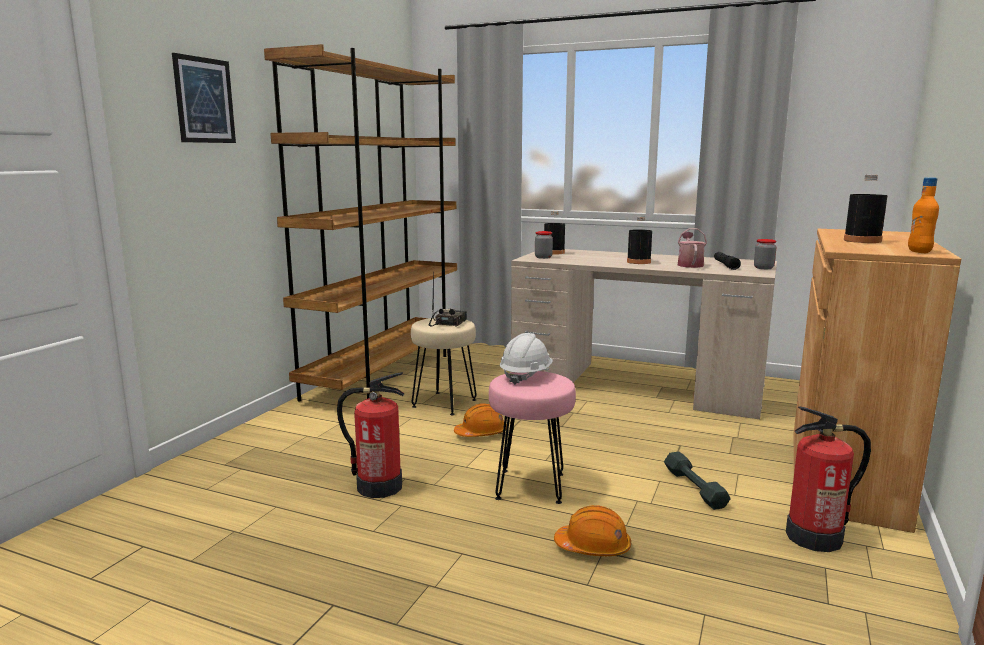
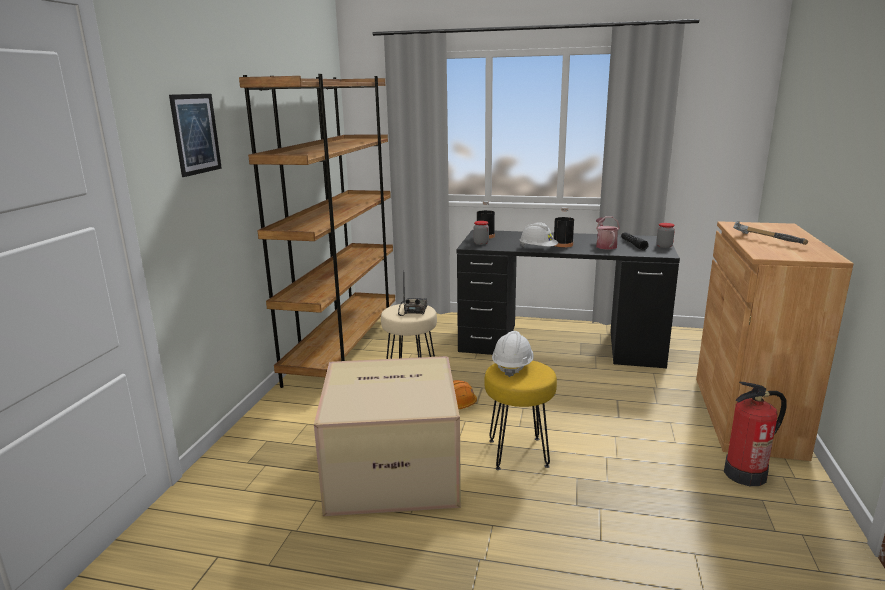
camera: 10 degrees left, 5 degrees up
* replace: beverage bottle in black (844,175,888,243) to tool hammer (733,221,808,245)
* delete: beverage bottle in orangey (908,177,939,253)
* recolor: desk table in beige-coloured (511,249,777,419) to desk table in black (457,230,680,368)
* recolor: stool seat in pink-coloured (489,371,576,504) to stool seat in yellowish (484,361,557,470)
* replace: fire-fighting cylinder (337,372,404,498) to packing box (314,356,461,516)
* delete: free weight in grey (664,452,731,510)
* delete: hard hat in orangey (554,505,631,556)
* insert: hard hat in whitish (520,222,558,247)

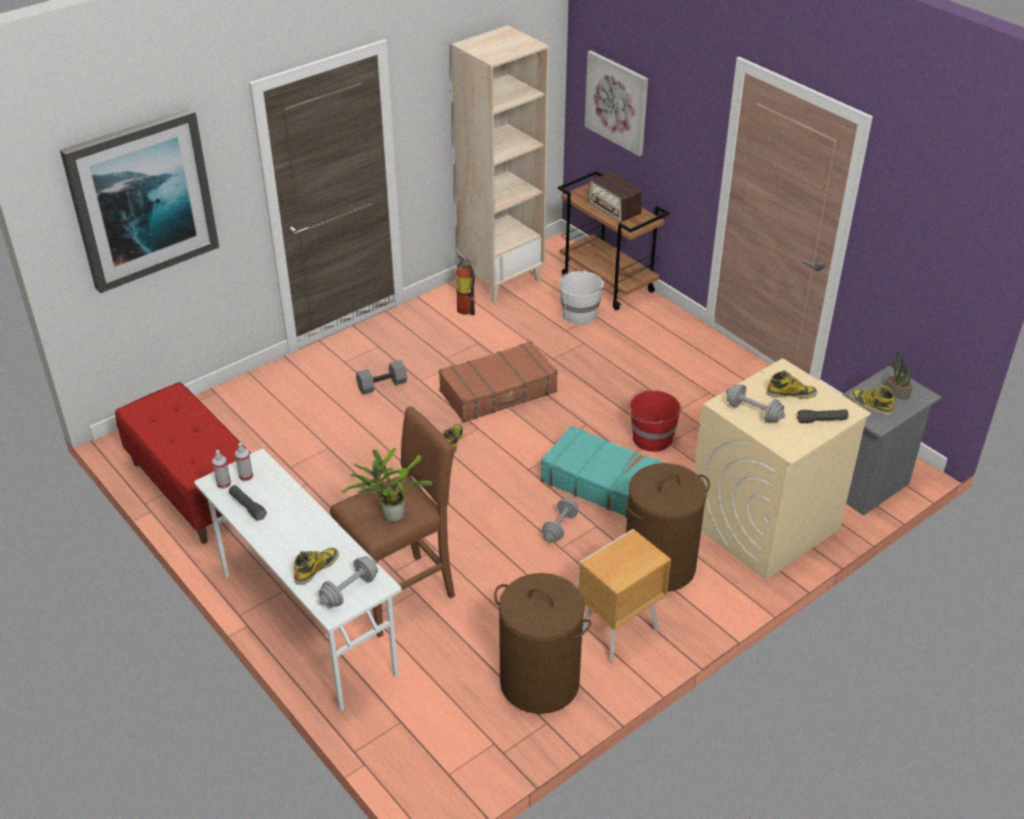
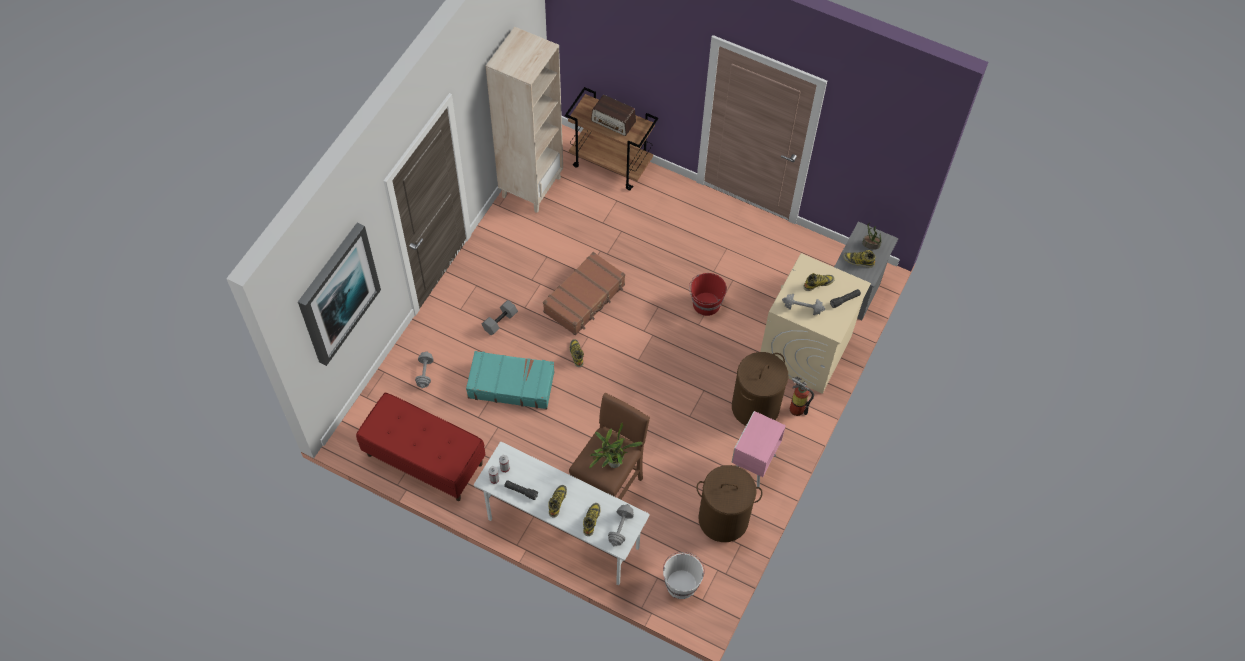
camera: 25 degrees left, 20 degrees up
* delete: wall picture (585,50,648,156)
* move: fire-fighting cylinder (454,248,475,315) to (789,377,814,416)
* move: water bucket in whitish (559,271,605,325) to (663,552,705,599)
* move: suitcase in blue-green (541,426,664,518) to (466,351,555,409)
* move: free weight in grey (542,497,578,543) to (415,351,434,388)
* recolor: bedside table in brown-coloured (578,529,671,662) to bedside table in pink-coloured (732,411,786,489)
* insert: boot (548,485,567,518)

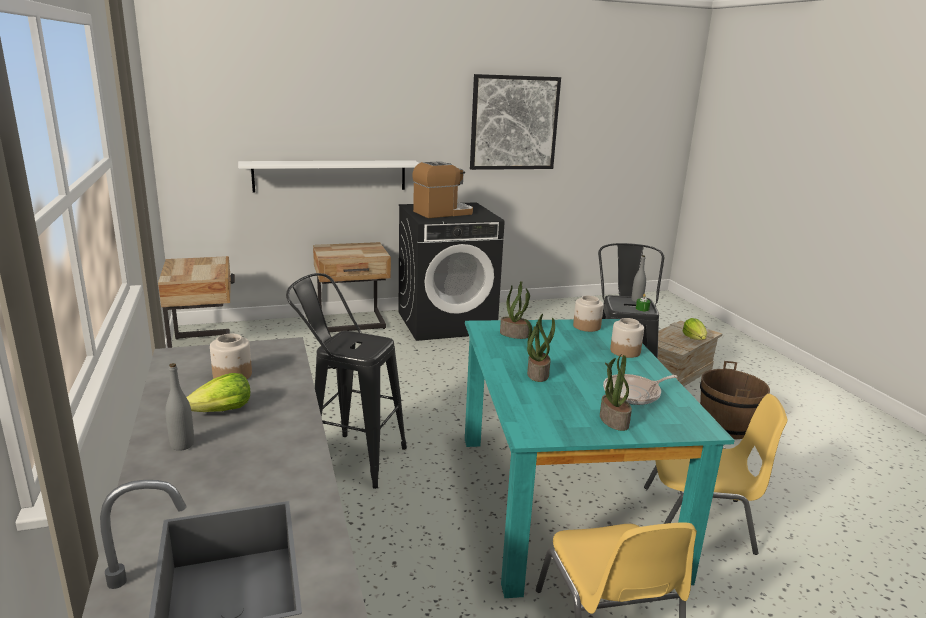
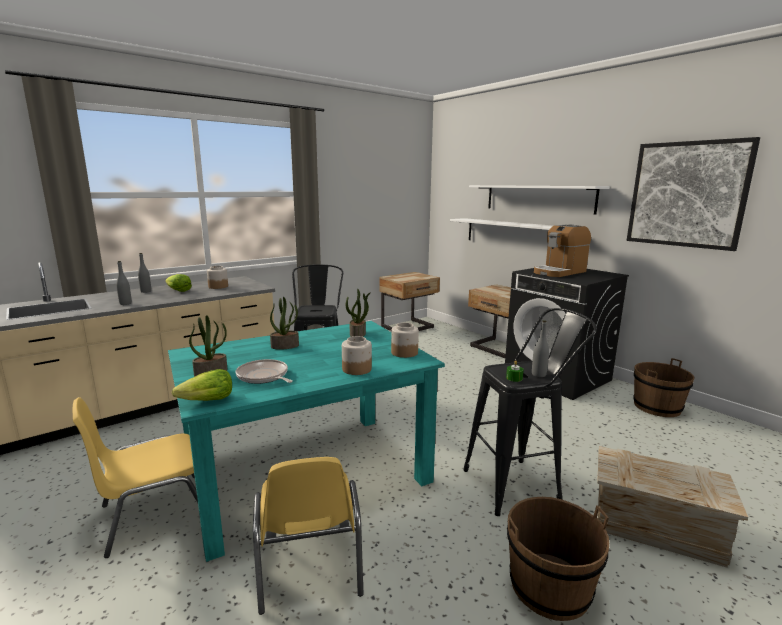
camera: 70 degrees right, 5 degrees down
* rotate: coffee brewer (412,161,473,218) = (534,224,591,277) 105 degrees clockwise
* move: head of lettuce (683,318,707,340) to (172,369,232,401)
* insert: wall shelf in whitish (469,185,610,215)
* insert: beverage bottle in grey (116,261,132,305)
* insert: water bucket in brown-coloured (633,358,695,417)

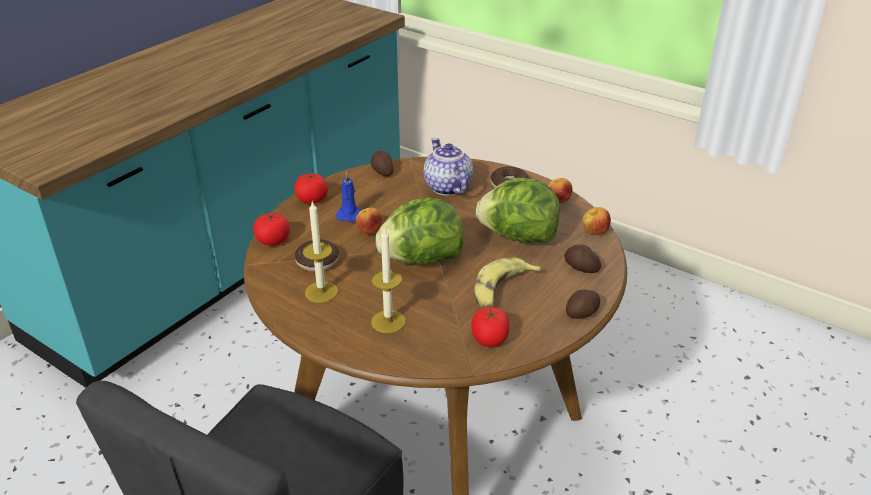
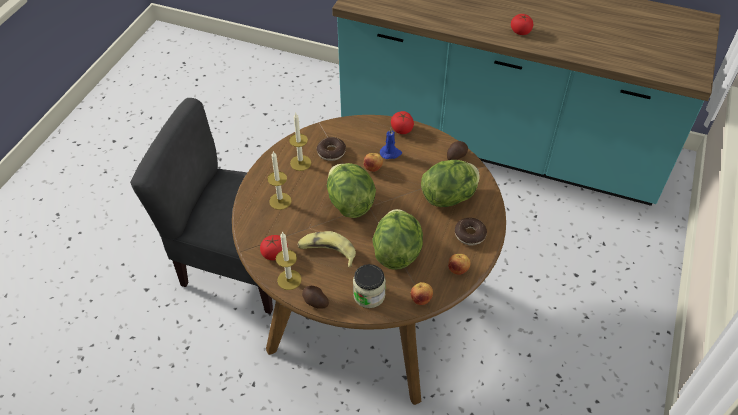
camera: 75 degrees right, 15 degrees up
* replace: teapot (423,138,473,196) to head of lettuce (421,160,480,207)
* move: whole tomato (253,213,290,246) to (511,14,533,35)
* replace: spud (564,245,601,273) to preserve jar (353,264,386,308)
* insert: candle (276,231,302,290)

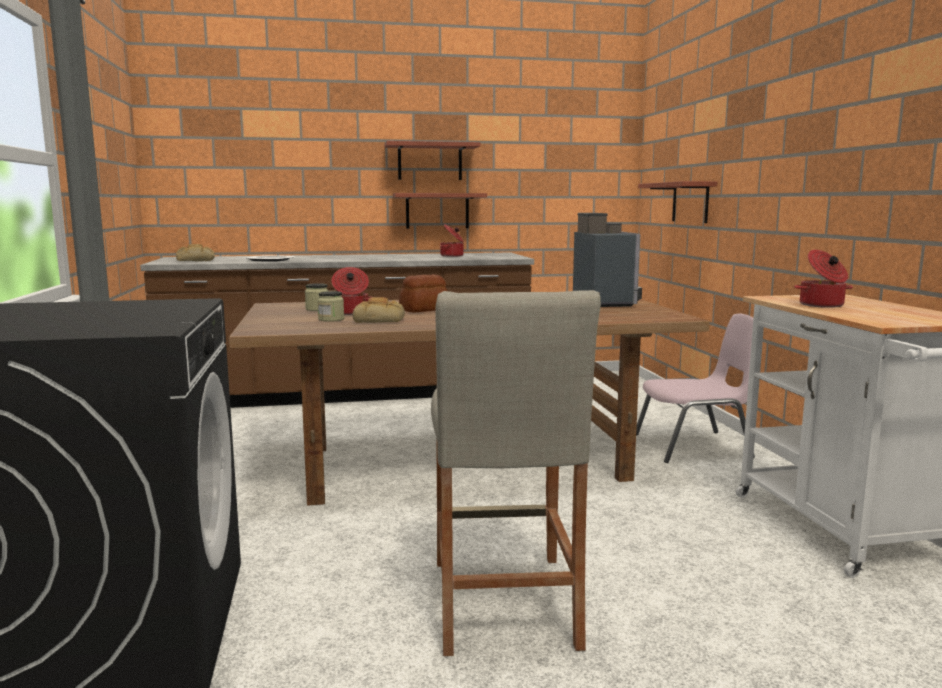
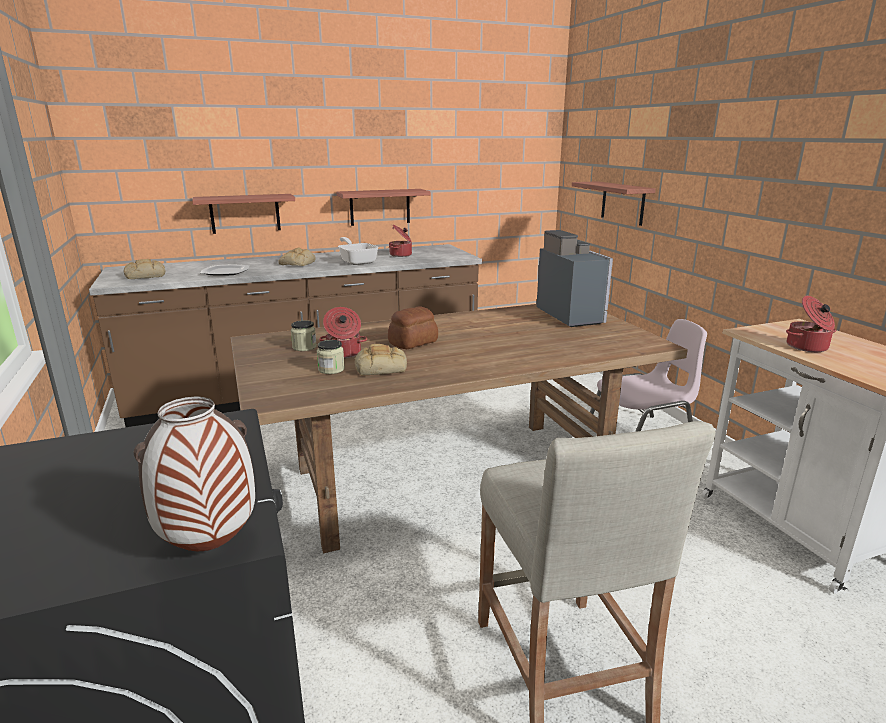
camera: 10 degrees left, 10 degrees up
* move: wall shelf (384,141,480,180) to (192,194,295,234)
* insert: skillet (338,237,379,265)
* insert: baked bread (279,247,316,266)
* insert: flower vase (133,397,255,551)

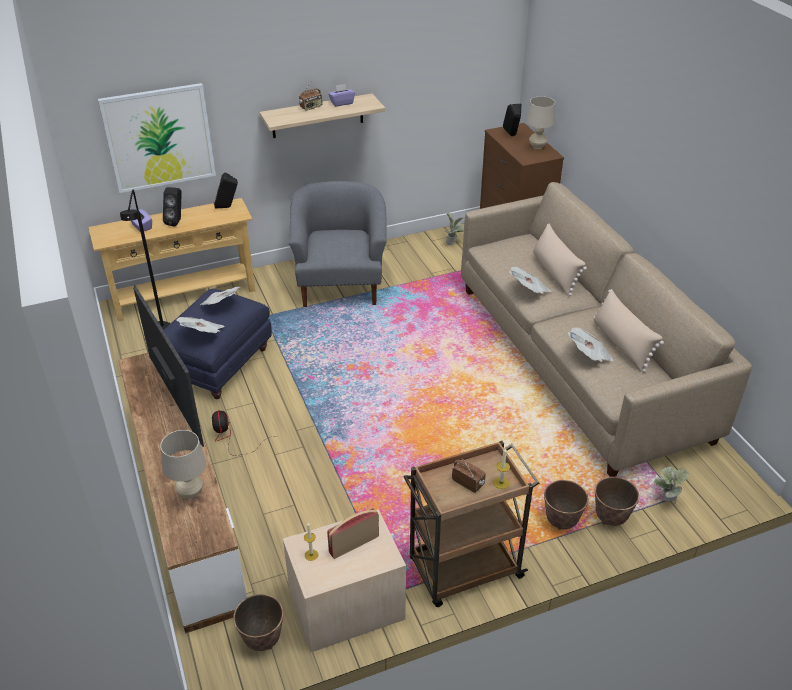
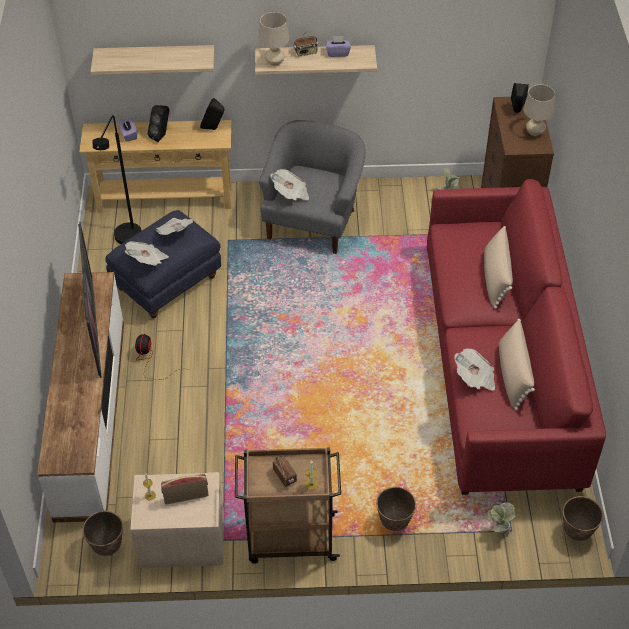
camera: 20 degrees right, 10 degrees up
* replace: wall picture (98,83,216,193) to wall shelf (90,45,214,75)
* recolor: settee in beige-coloured (461,182,752,477) to settee in reddish (427,179,606,495)
* move: daily paper (509,267,552,294) to (270,169,309,201)
* move: table lamp in beige-coloured (160,430,206,498) to (259,12,289,66)
* move: planter (595,477,639,526) to (563,496,603,541)

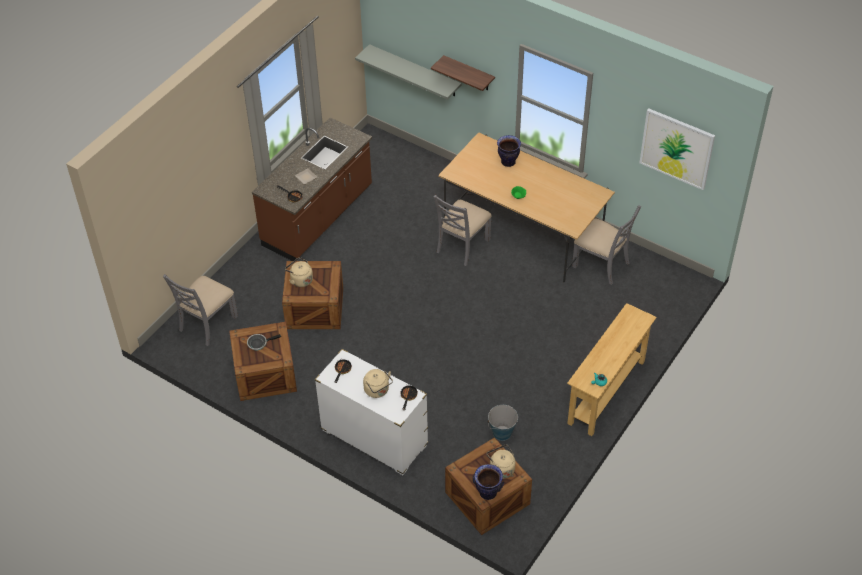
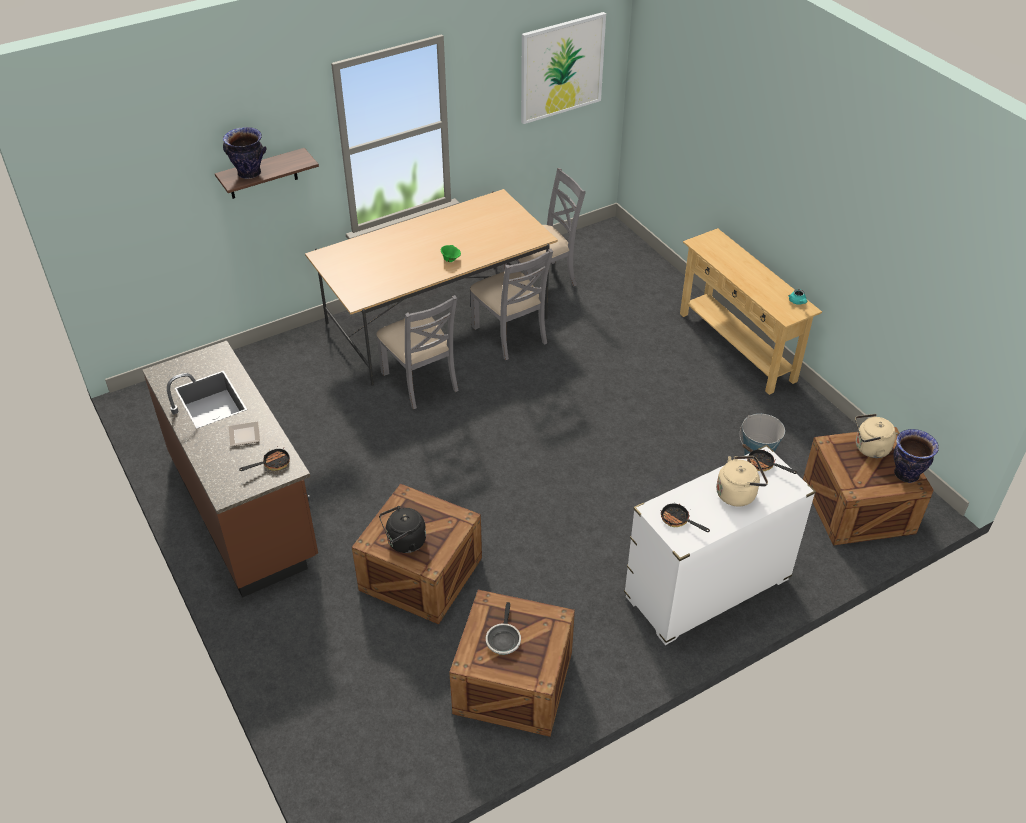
camera: 65 degrees left, 5 degrees down
* delete: wall shelf in grey (355,44,461,100)
* move: flower vase (497,135,521,167) to (223,127,266,179)
* recolor: tea kettle in beige-coloured (285,257,313,287) to tea kettle in black (379,506,426,553)
* move: plain chair in grey (163,274,238,346) to (470,249,553,360)

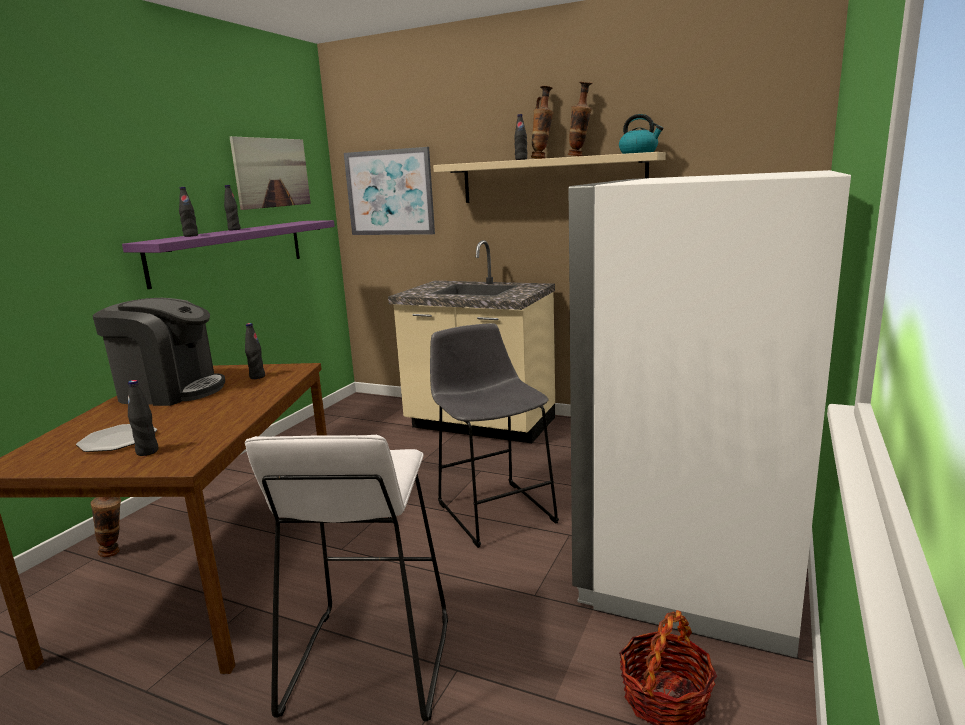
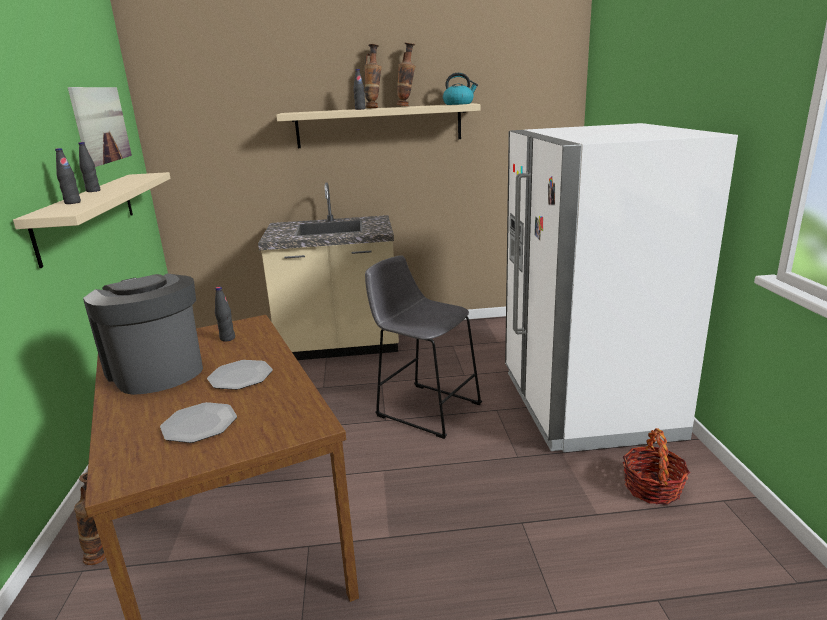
camera: 30 degrees left, 5 degrees up
* delete: wall picture (344,147,435,235)
* recolor: wall shelf in purple-coloured (122,220,335,289) to wall shelf in beige-coloured (13,172,171,268)
* rotate: coffee brewer (93,298,225,406) = (83,273,203,395) 105 degrees counterclockwise
* delete: beverage bottle in black (128,380,158,456)
* delete: stool seat in whitish (245,435,448,722)
* insert: dinner plate (207,360,273,390)

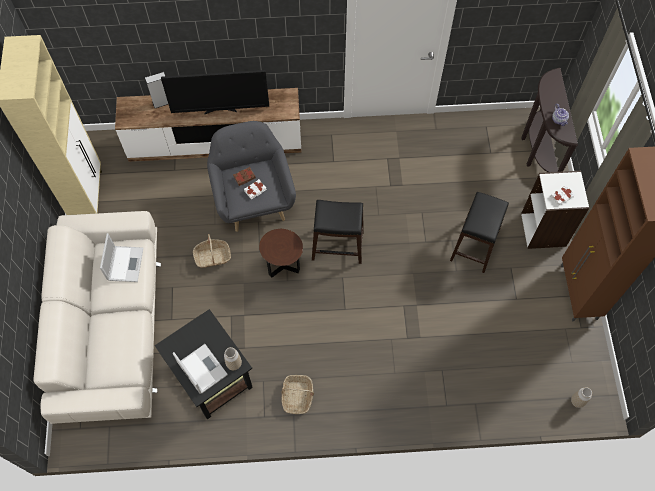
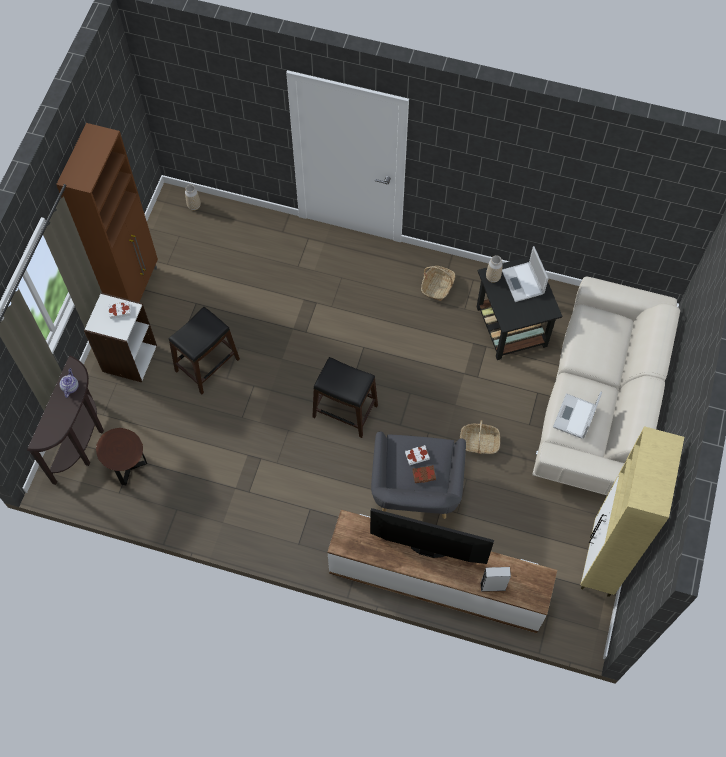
camera: 160 degrees left, 0 degrees up
* move: end table in brown-coloured (259,229,303,278) to (96,428,147,485)

